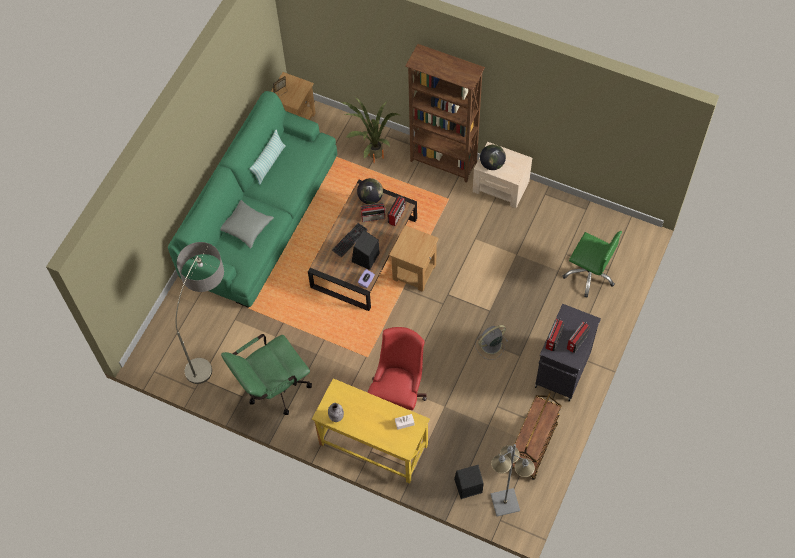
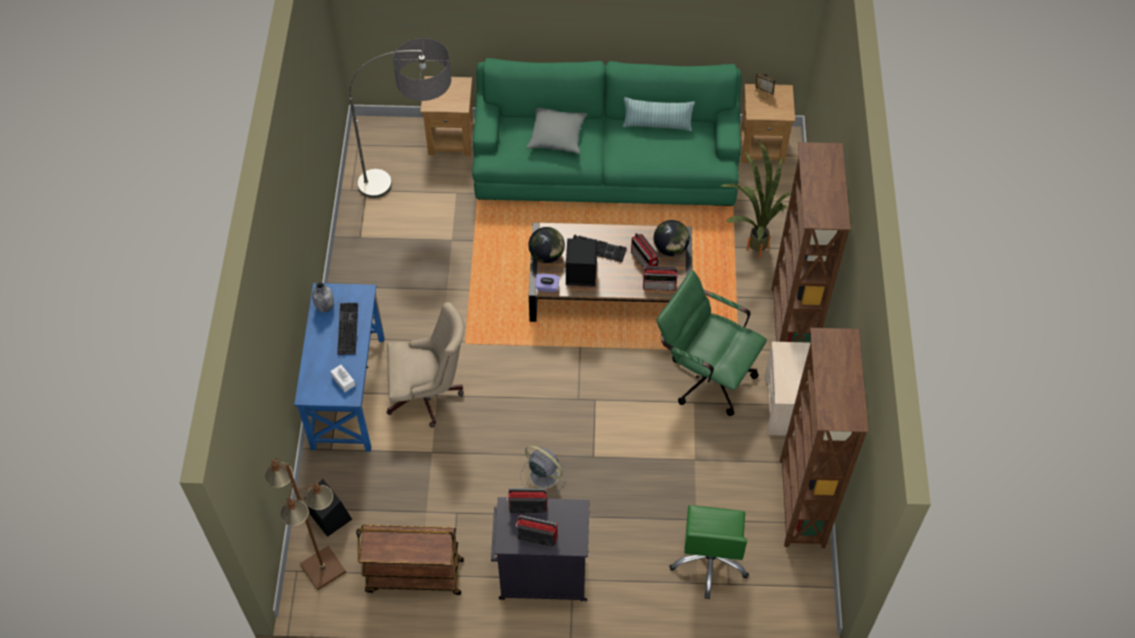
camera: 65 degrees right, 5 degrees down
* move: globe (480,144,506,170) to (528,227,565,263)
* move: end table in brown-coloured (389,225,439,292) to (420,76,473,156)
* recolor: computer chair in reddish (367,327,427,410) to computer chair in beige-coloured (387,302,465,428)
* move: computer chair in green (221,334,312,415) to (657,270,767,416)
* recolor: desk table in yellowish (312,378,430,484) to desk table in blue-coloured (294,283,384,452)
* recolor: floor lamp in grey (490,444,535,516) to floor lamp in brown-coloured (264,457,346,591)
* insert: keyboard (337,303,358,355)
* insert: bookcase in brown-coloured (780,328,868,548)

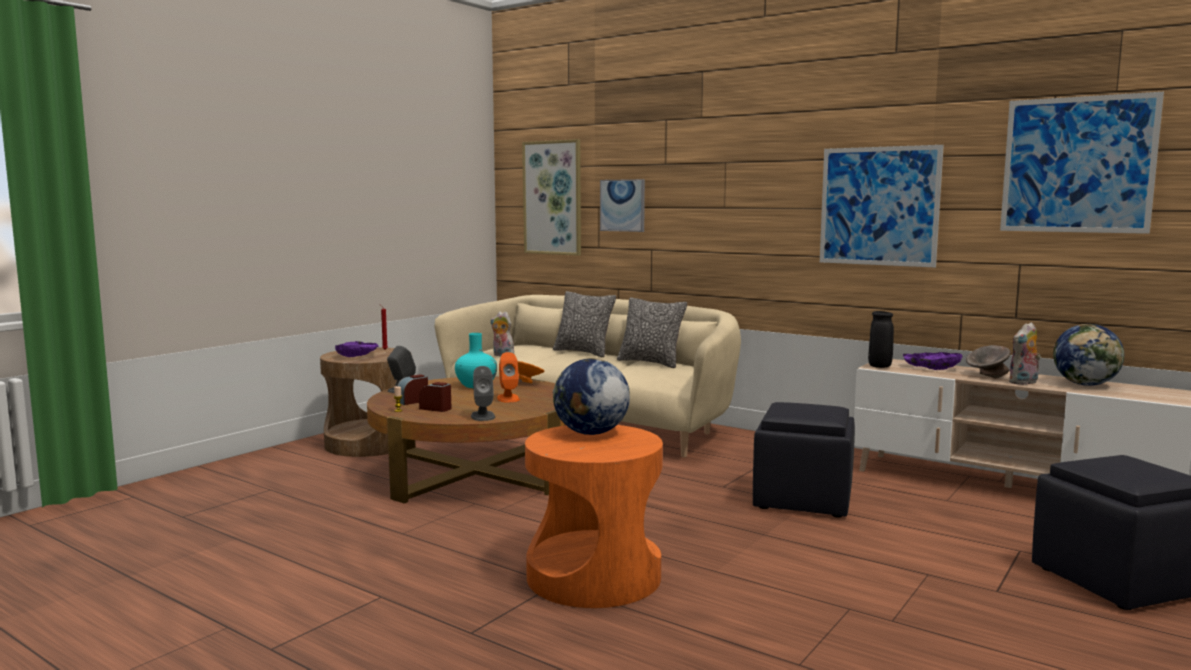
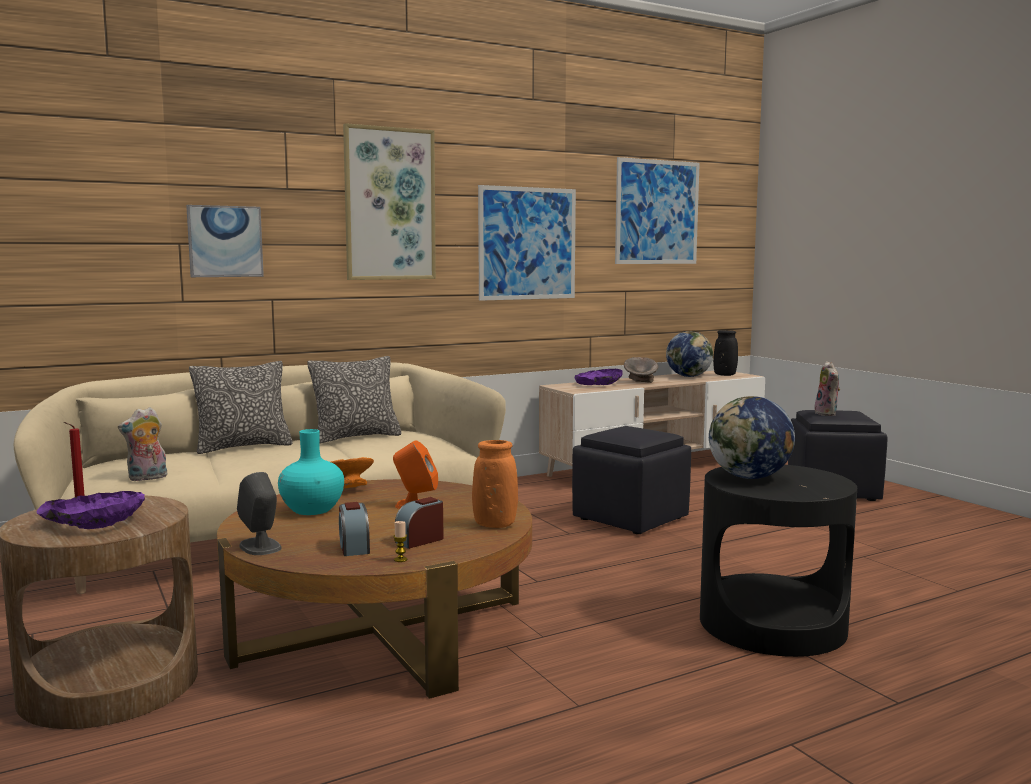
camera: 65 degrees left, 0 degrees up
* move: wall picture (522,139,581,256) to (343,123,436,280)
* move: flower vase in black (868,311,894,368) to (713,330,738,376)
* move: cuddly toy (1009,322,1041,385) to (814,361,840,416)
* replace: speaker in grey (471,366,495,421) to flower vase in orangey (472,440,518,528)
* recolor: end table in orangey (525,425,663,608) to end table in black (700,465,857,657)

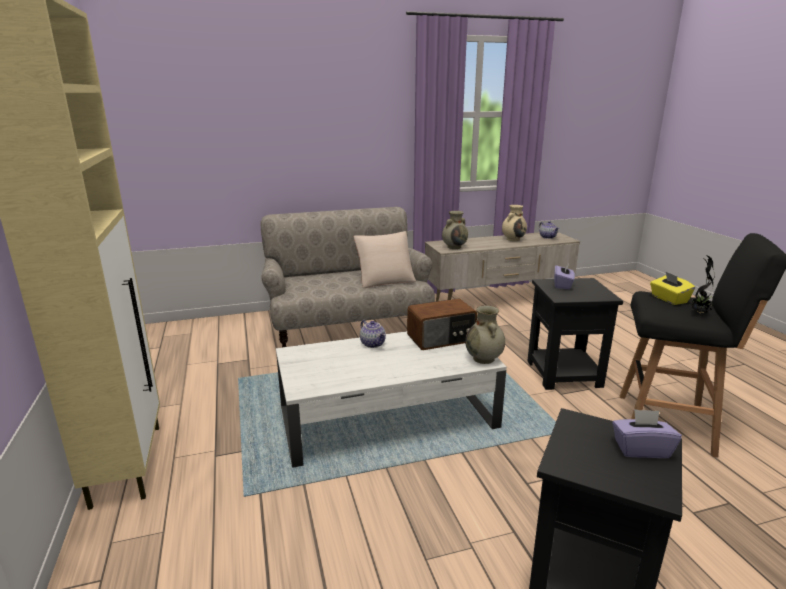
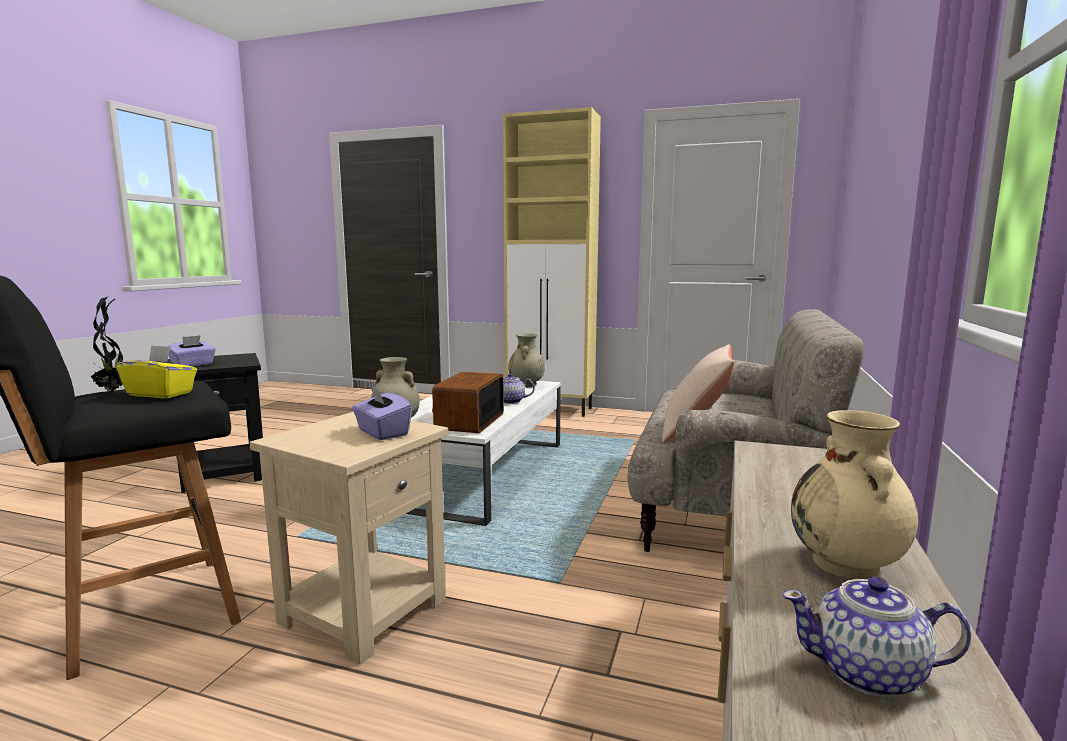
camera: 125 degrees right, 10 degrees down
* move: flower vase in beige-coloured (442,211,468,249) to (508,333,545,387)
* recolor: end table in black (528,278,623,390) to end table in beige-coloured (250,412,448,665)

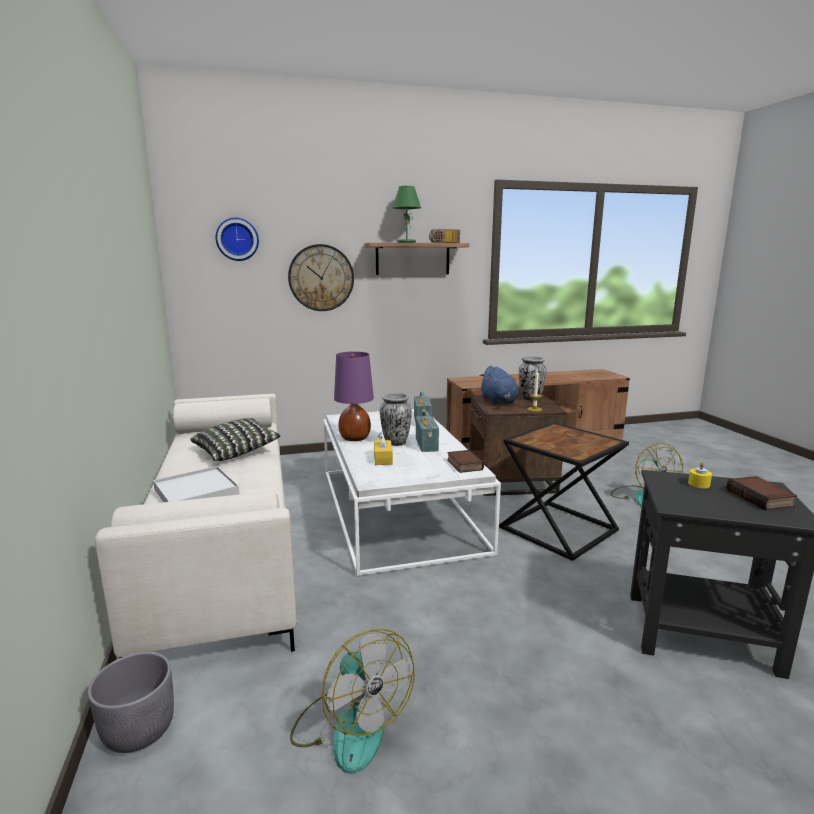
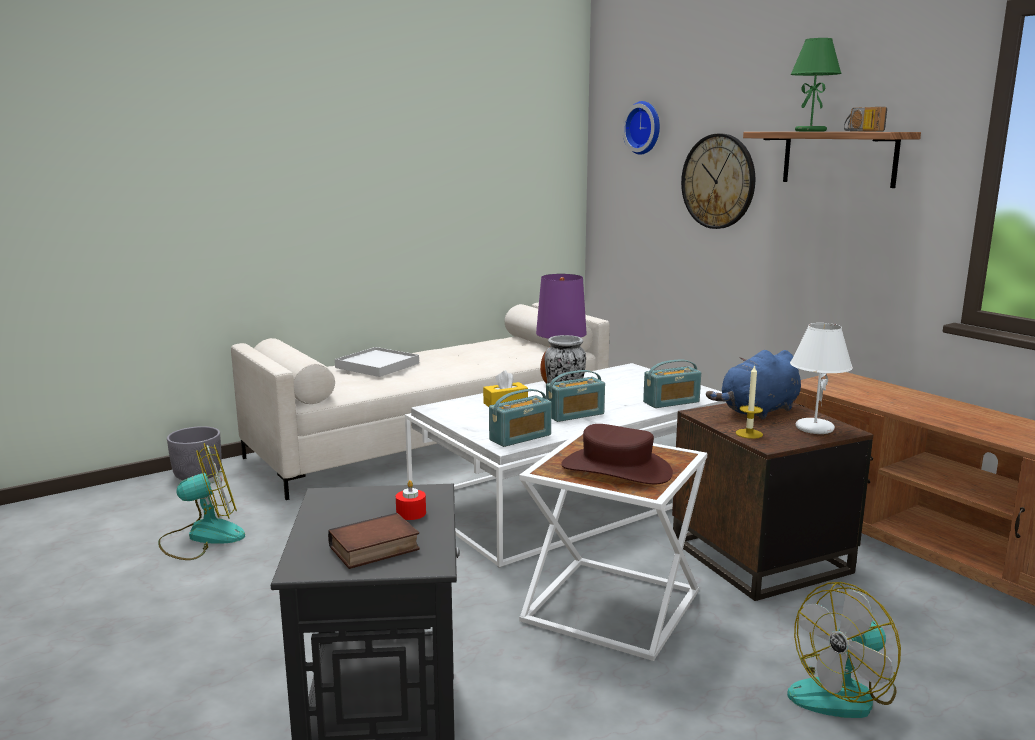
camera: 70 degrees right, 0 degrees up
* replace: flower vase (519,356,547,401) to table lamp in whitish (790,323,853,434)
* delete: cushion (190,418,281,461)
* recolor: end table in black (499,422,629,561) to end table in whitish (519,431,707,661)
* replace: volume (447,450,484,473) to radio set (489,389,552,447)
* recolor: candle in yellowish (688,462,712,488) to candle in reddish (396,480,426,520)
* rotate: cooling fan (290,629,415,774) = (158,443,245,560) 150 degrees counterclockwise
* insert: wearable hat in brown-coloured (561,424,673,484)

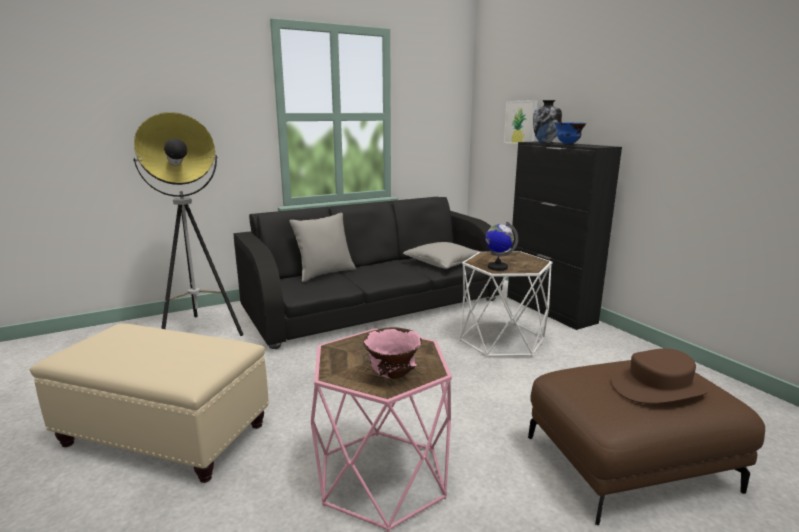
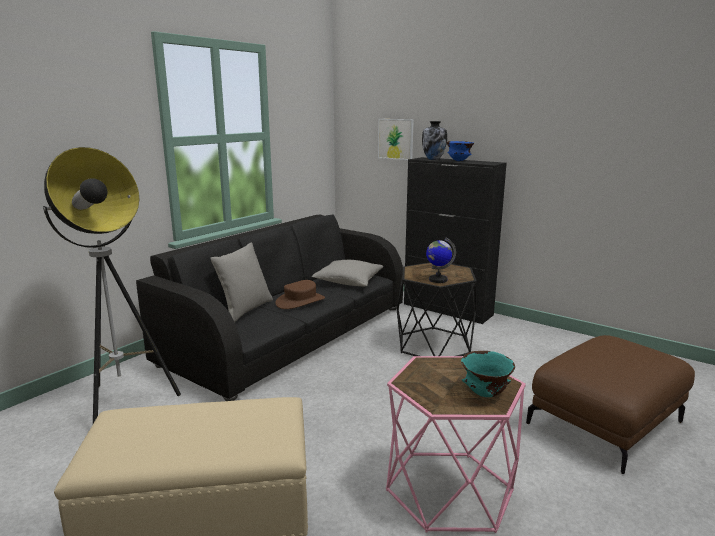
camera: 25 degrees left, 0 degrees up
* recolor: end table in whitish (459,251,552,358) to end table in black (397,262,477,356)
* recolor: deep dish in pink-coloured (363,327,422,379) to deep dish in blue-green (461,351,515,397)
* move: wearable hat in brown-coloured (611,348,709,404) to (275,280,325,309)

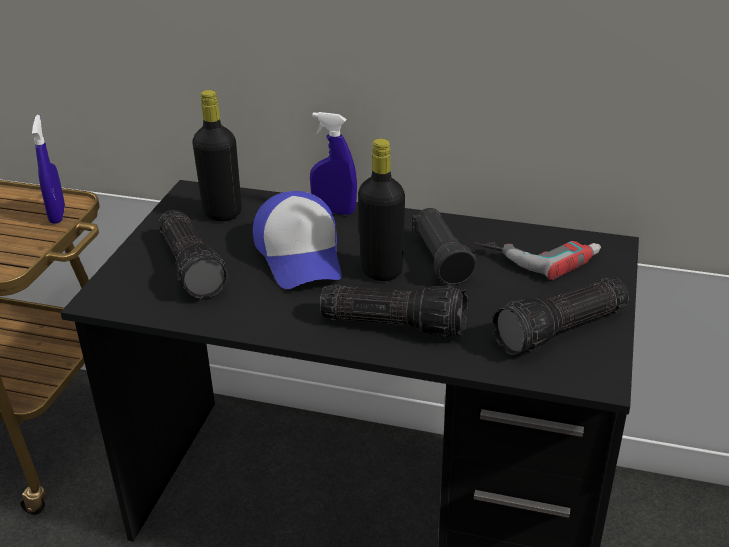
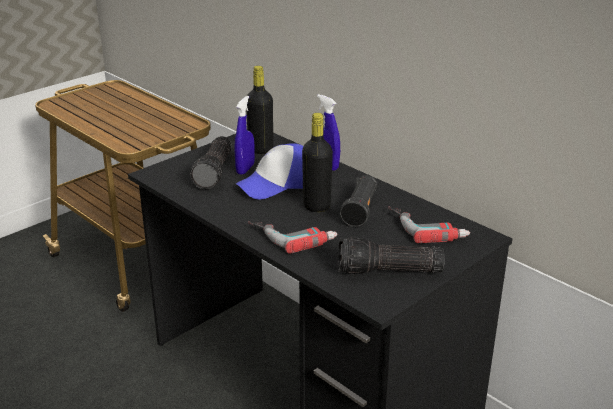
camera: 30 degrees right, 5 degrees down
* move: spray bottle in blue-coloured (32,115,65,224) to (234,96,255,175)
* rotate: baseball cap (253,191,341,289) = (236,143,303,200) 45 degrees clockwise
* replace: torch (320,284,468,337) to power drill (248,221,337,254)

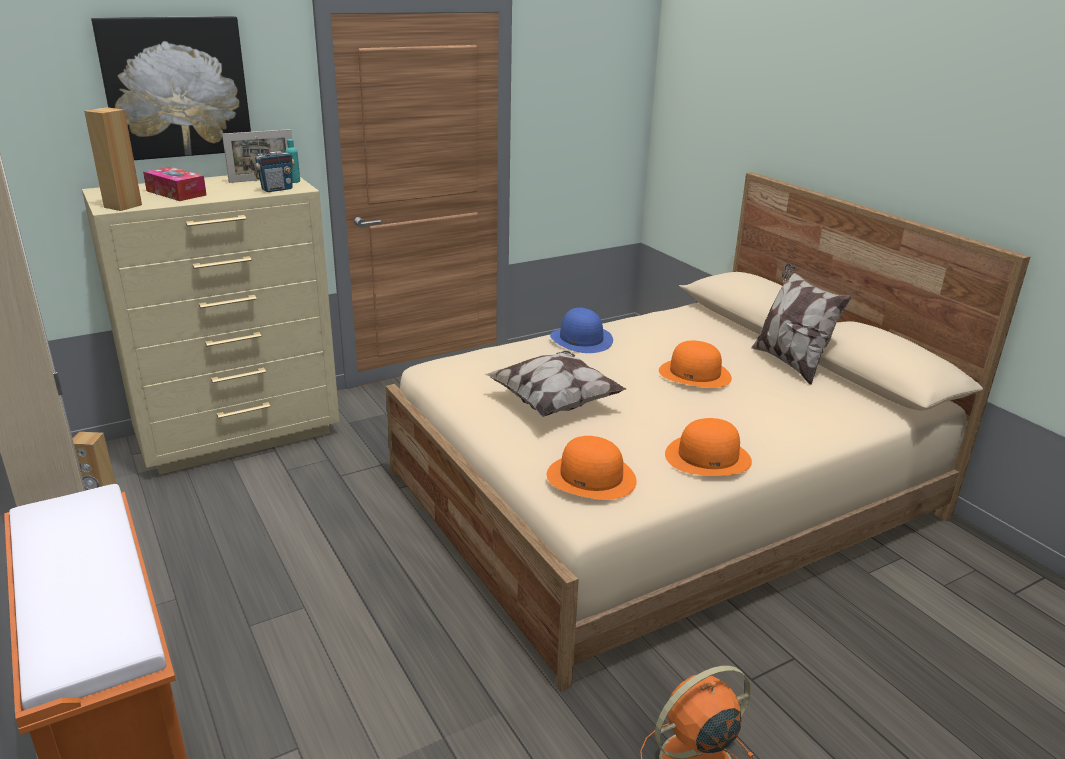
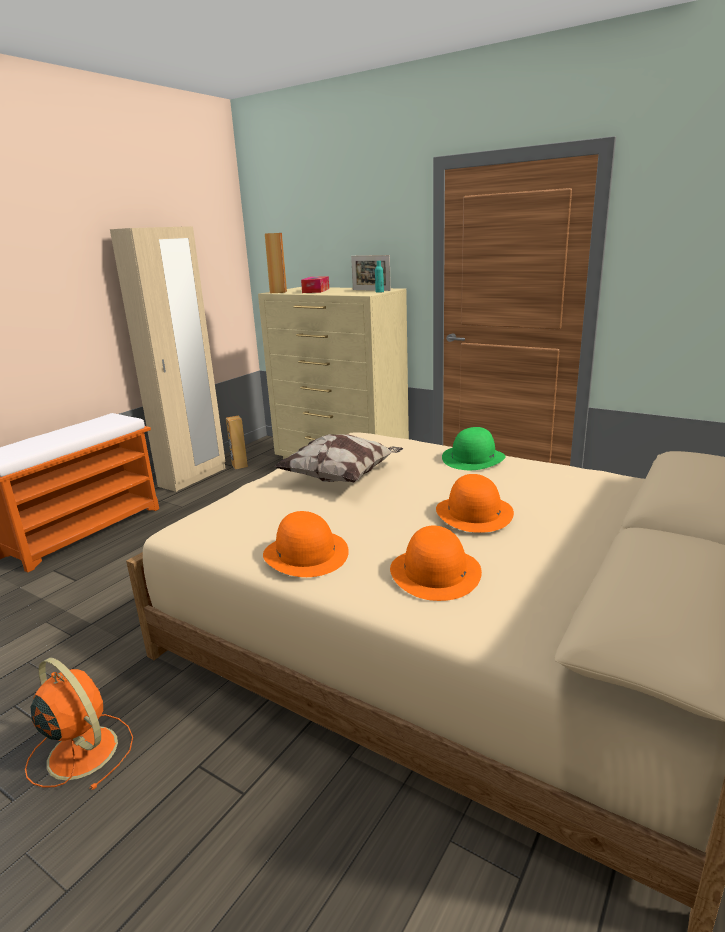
camera: 65 degrees right, 5 degrees down
* delete: wall picture (91,16,251,160)
* delete: radio set (254,136,295,192)
* delete: cushion (751,263,852,385)
* recolor: wearable hat in blue-coloured (550,308,613,353) to wearable hat in green (442,427,506,470)
* move: wearable hat in orangey (547,436,637,499) to (390,526,482,601)

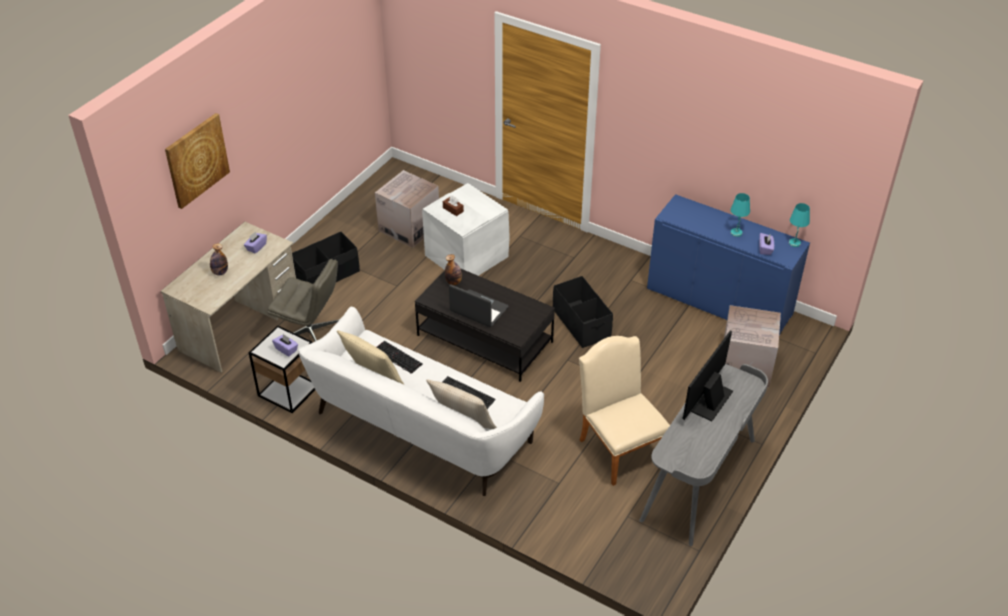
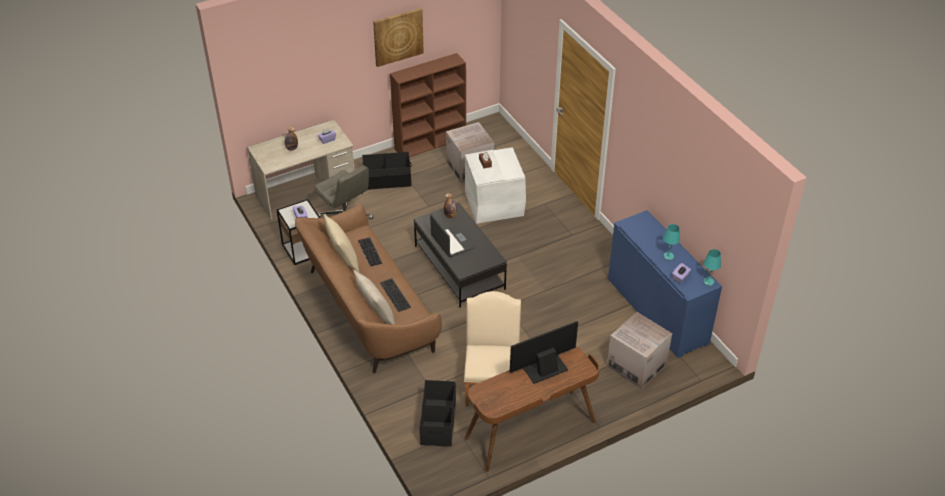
camera: 30 degrees right, 0 degrees up
* move: wall picture (165,113,230,209) to (373,8,424,67)
* move: storage container in black (553,276,613,348) to (419,380,456,446)
* recolor: settee in whitish (298,307,544,496) to settee in brown-coloured (295,204,442,373)
* recolor: desk table in grey (640,364,768,546) to desk table in brown-coloured (464,346,600,472)
* insert: bookcase in brown-coloured (390,53,466,157)

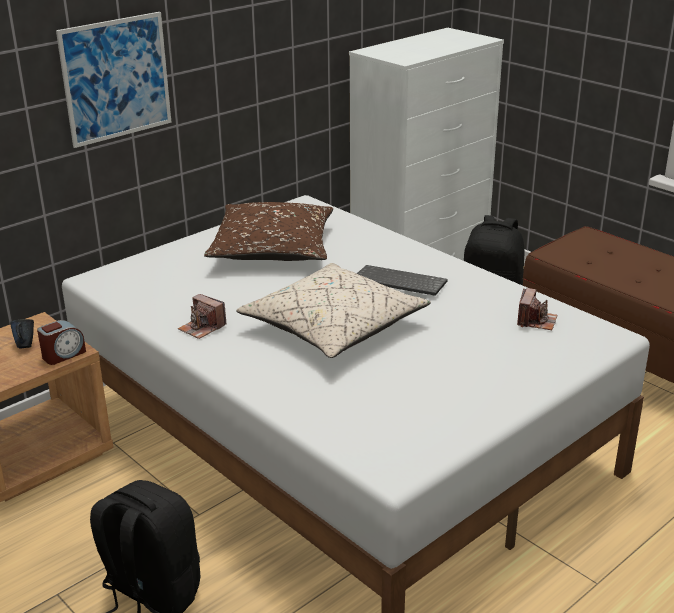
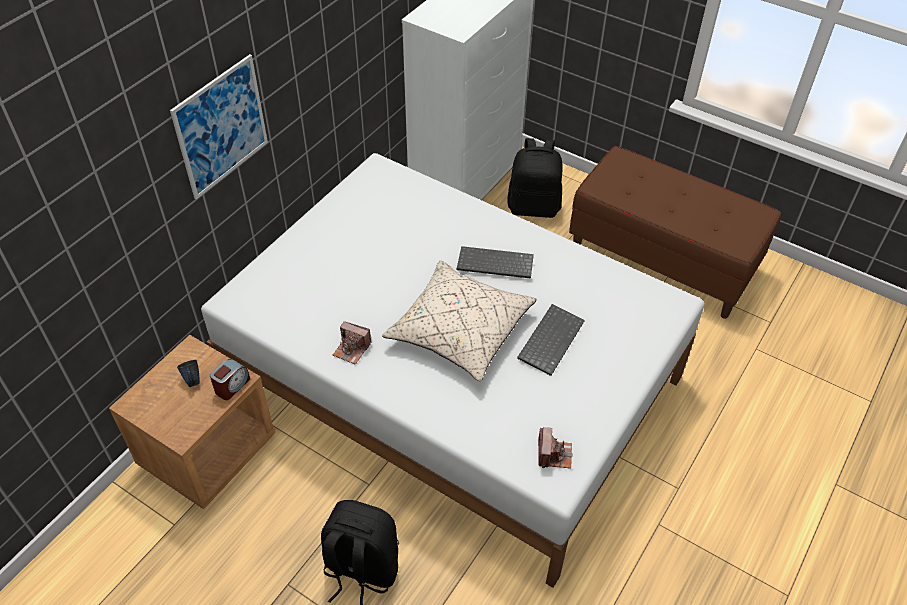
camera: 15 degrees left, 20 degrees up
* delete: cushion in brown-coloured (204,202,333,261)
* move: photo camera (517,288,557,330) to (538,427,572,469)
* insert: keyboard (517,304,585,376)

